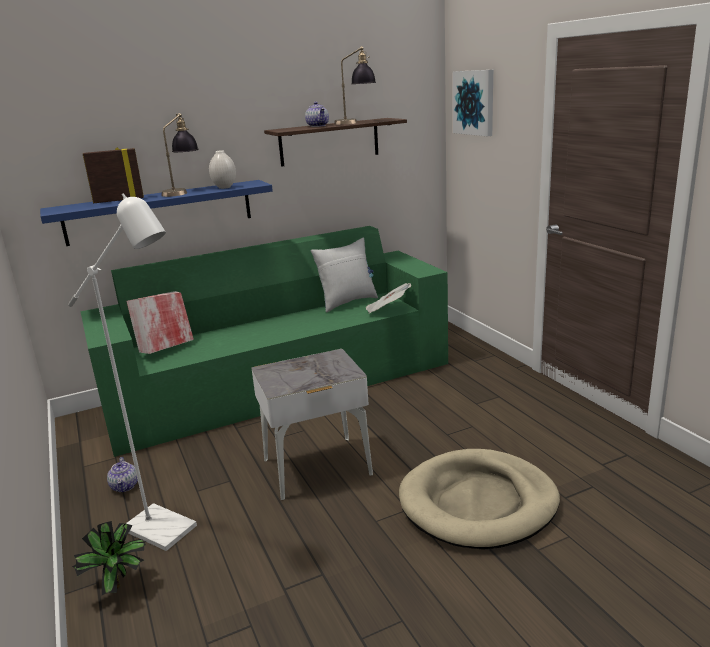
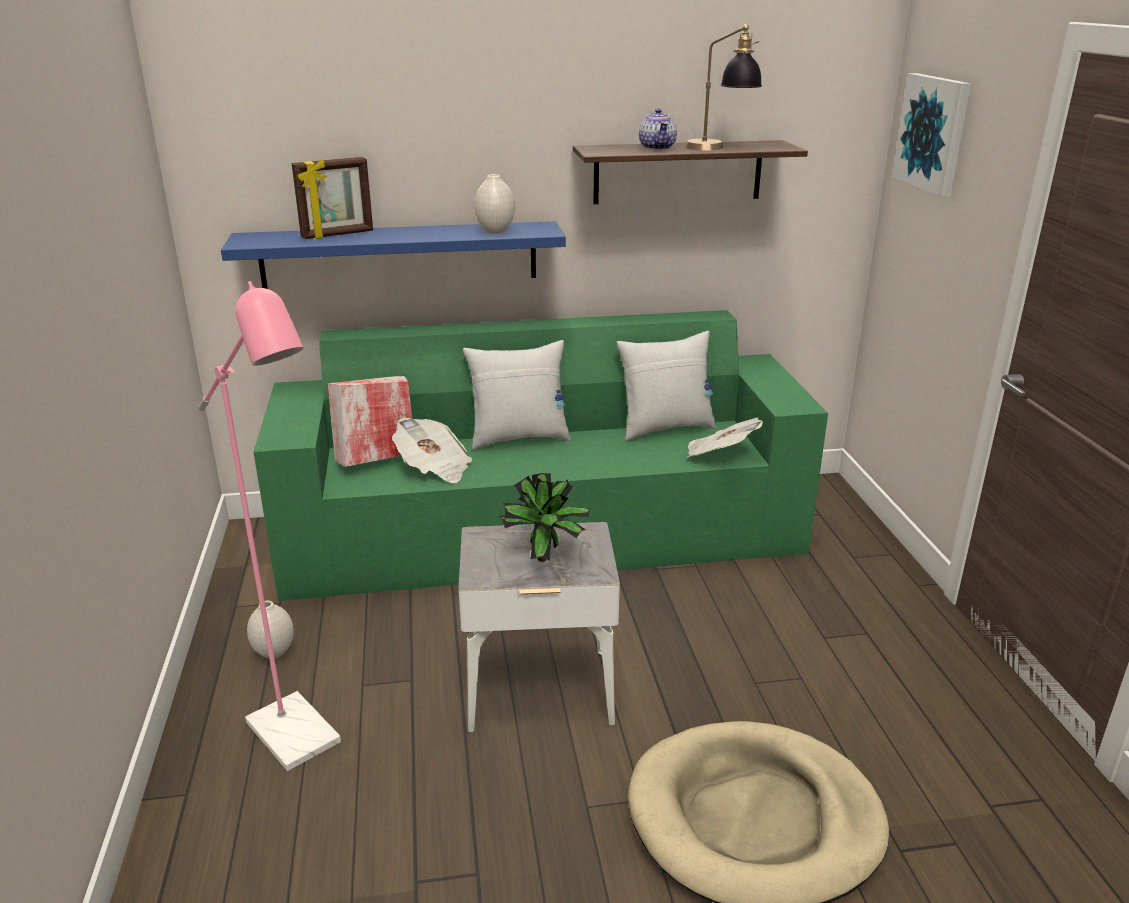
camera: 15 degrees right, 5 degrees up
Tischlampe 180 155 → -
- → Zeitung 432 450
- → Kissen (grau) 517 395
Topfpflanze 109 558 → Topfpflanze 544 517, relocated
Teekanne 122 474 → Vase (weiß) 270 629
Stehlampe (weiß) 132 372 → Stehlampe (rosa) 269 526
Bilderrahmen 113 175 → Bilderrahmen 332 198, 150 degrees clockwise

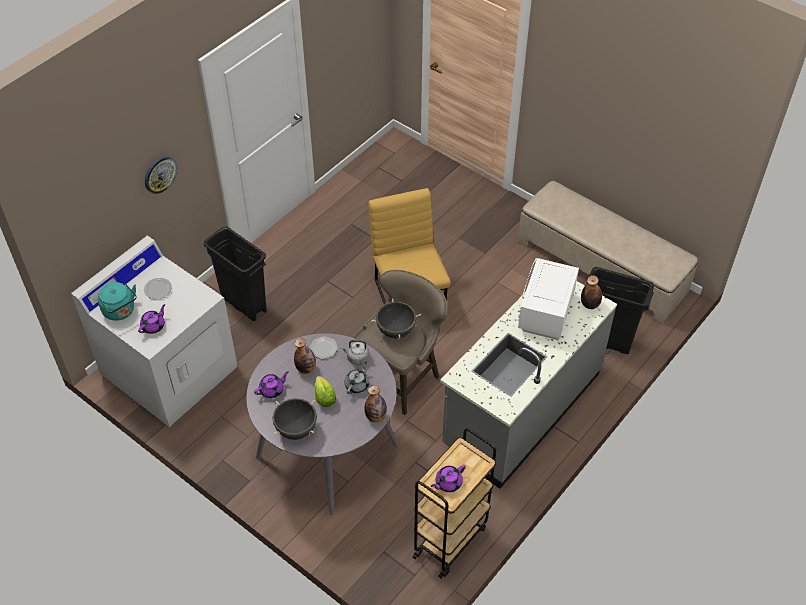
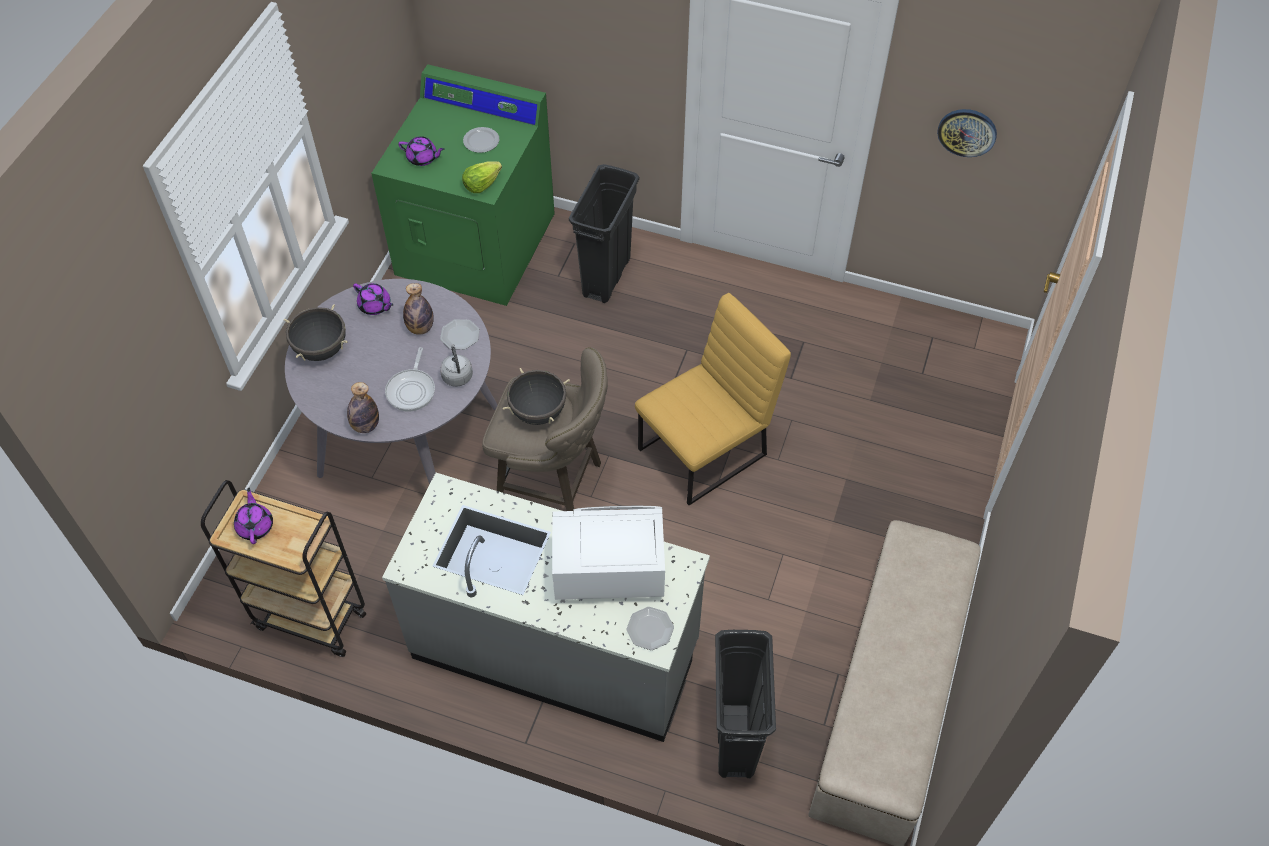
camera: 70 degrees right, 5 degrees up
Wasserkessel (türkis) 117 301 → -
Wanduhr 161 175 → Wanduhr 967 133, relocated
Salatkopf 325 391 → Salatkopf 482 177, relocated
Teekanne (grau) 356 377 → Pfanne 410 379
Flasche 591 292 → Teller 650 628
Waschmaschine (weiß) 154 331 → Waschmaschine (grün) 463 185
Teekanne (lila) 448 478 → Teekanne (lila) 253 516, 45 degrees clockwise

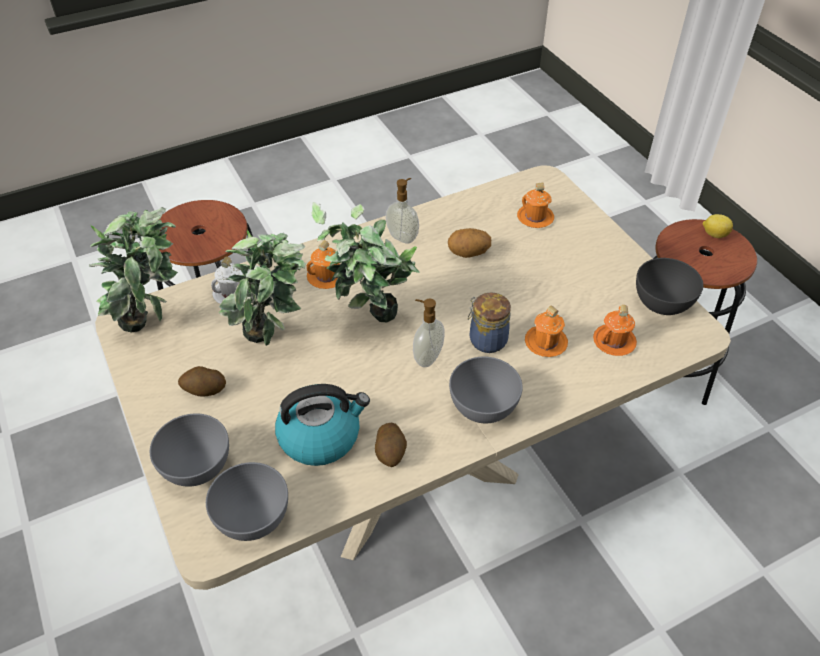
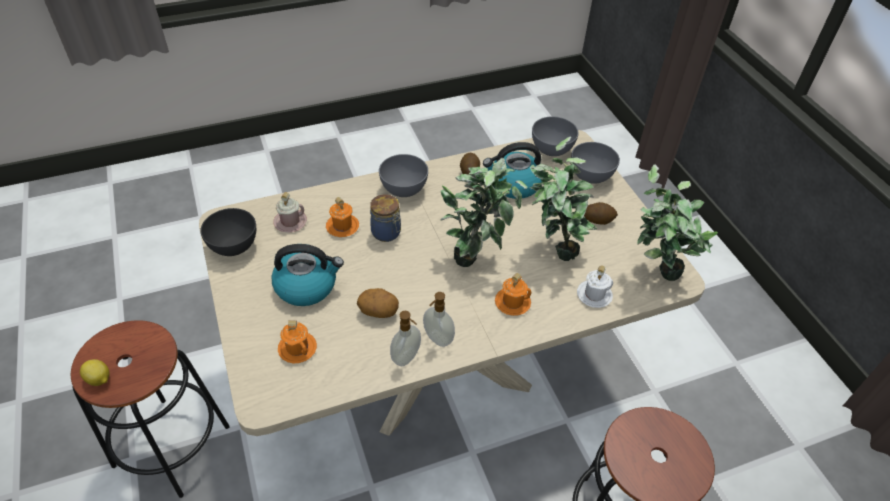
camera: 175 degrees left, 0 degrees up
- → Wasserkessel 308 275
Seifenspender 429 333 → Seifenspender 405 338, relocated
Henkelbecher (orange) 615 330 → Henkelbecher (rosa) 290 212

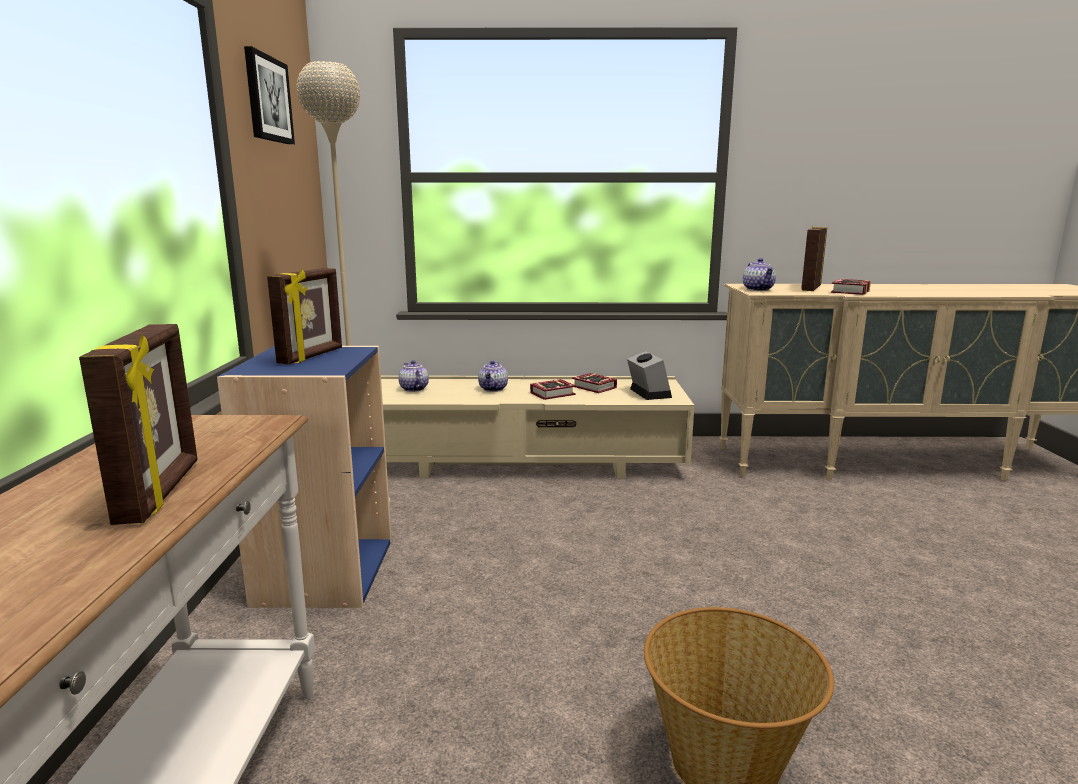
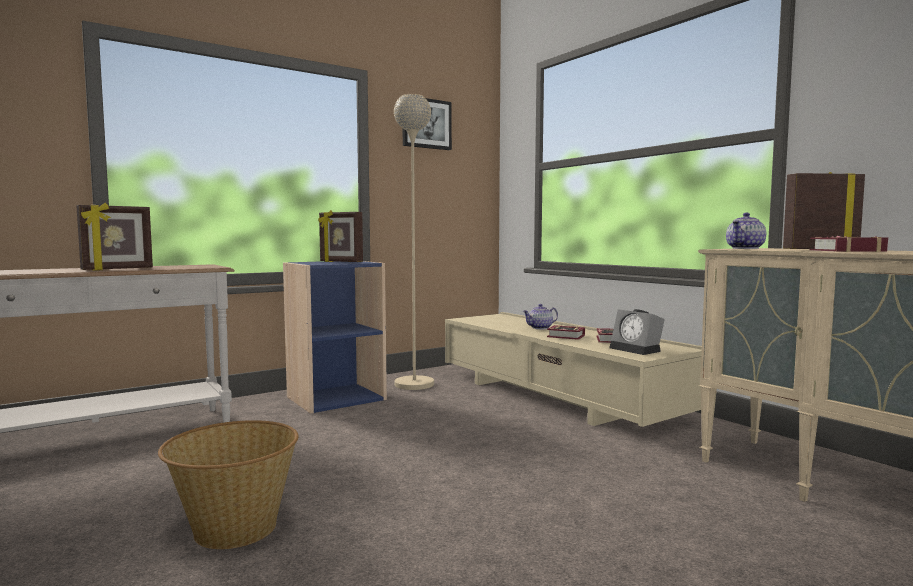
camera: 55 degrees right, 10 degrees down
Teekanne 413 376 → -
Bilderrahmen 304 316 → Bilderrahmen 340 236, 45 degrees clockwise
Wecker 649 375 → Wecker 637 332, 105 degrees clockwise

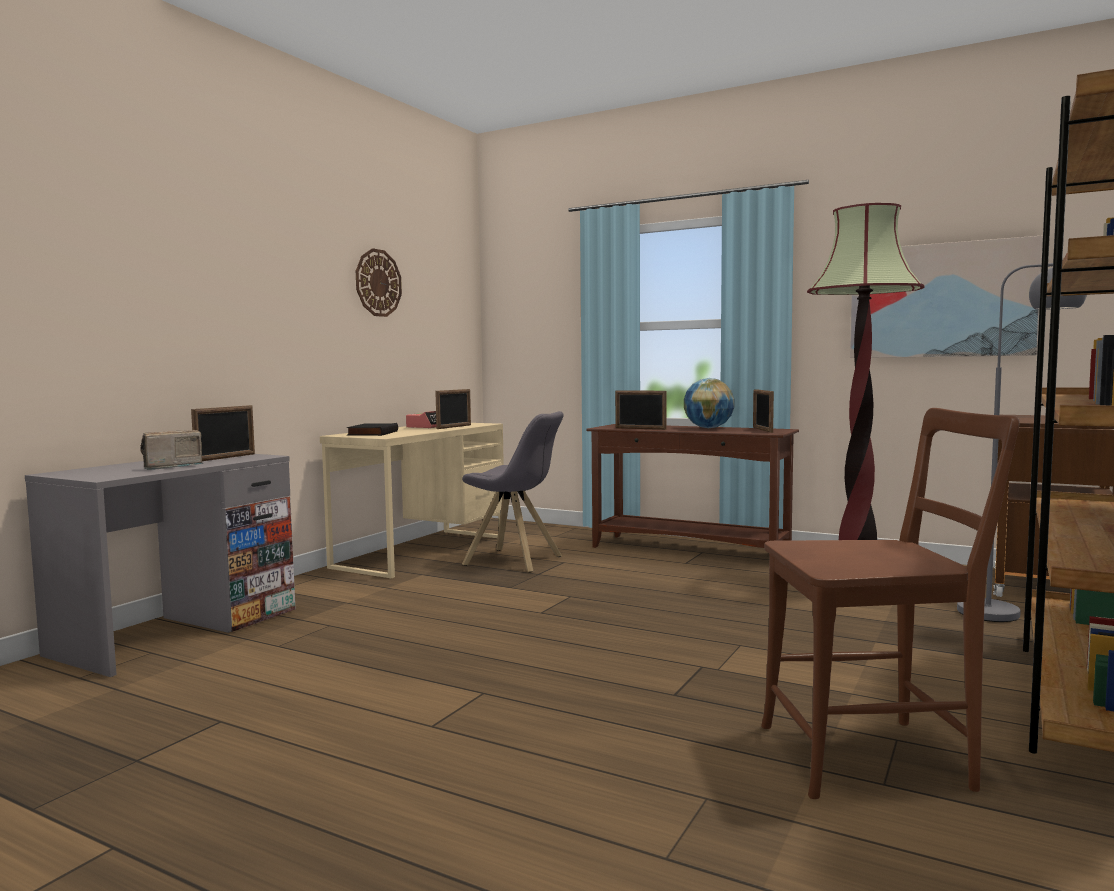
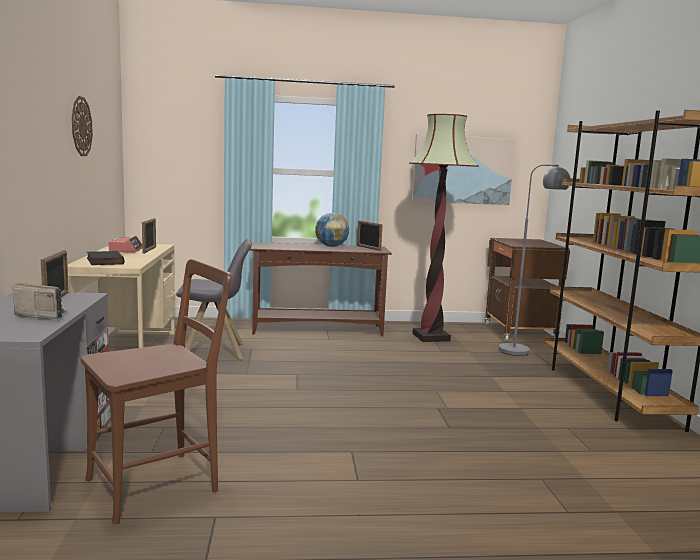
camera: 35 degrees left, 5 degrees up
Bilderrahmen 641 410 → -
Stuhl (braun) 890 603 → Stuhl (braun) 156 391, relocated
Radio 172 450 → Radio 40 301, 90 degrees clockwise

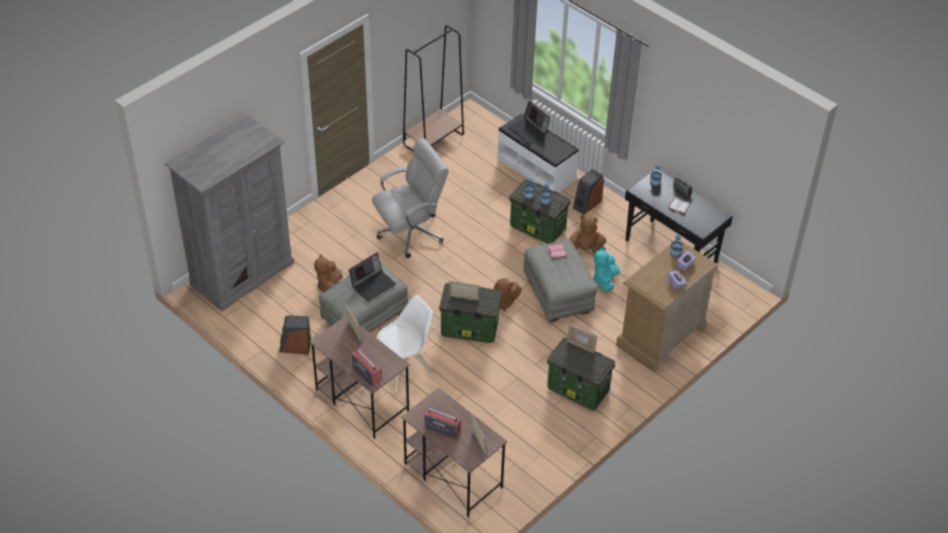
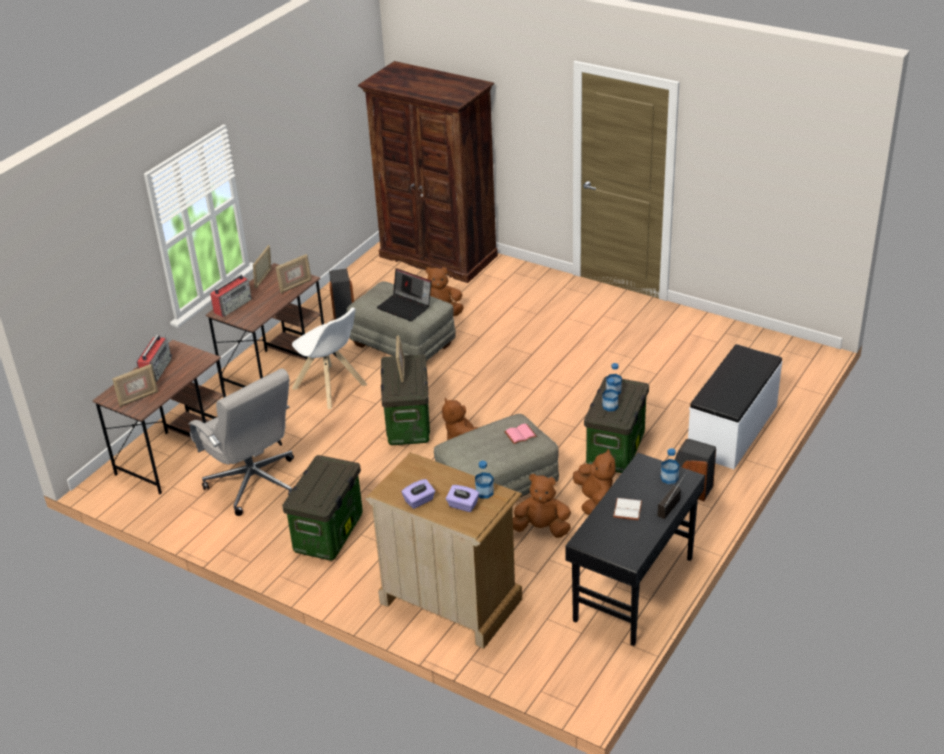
camera: 80 degrees right, 10 degrees down
Kleiderständer 433 88 → -
Laptop 529 122 → -
Bürostuhl (grau) 410 198 → Bürostuhl (grau) 241 442, relocated
Bilderrahmen 582 339 → Bilderrahmen 262 266, relocated
Kleiderschrank (grau) 229 212 → Kleiderschrank (braun) 428 172
Plüschtier (türkis) 606 269 → Plüschtier (braun) 542 506

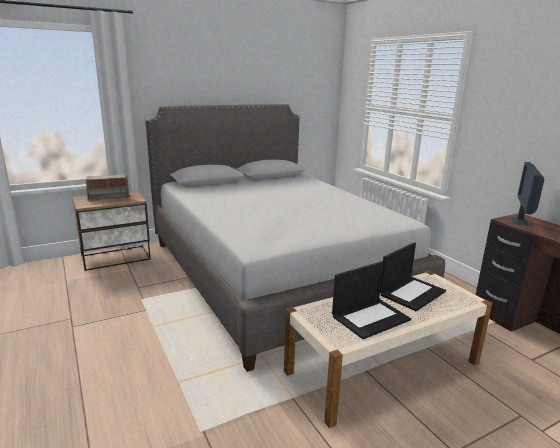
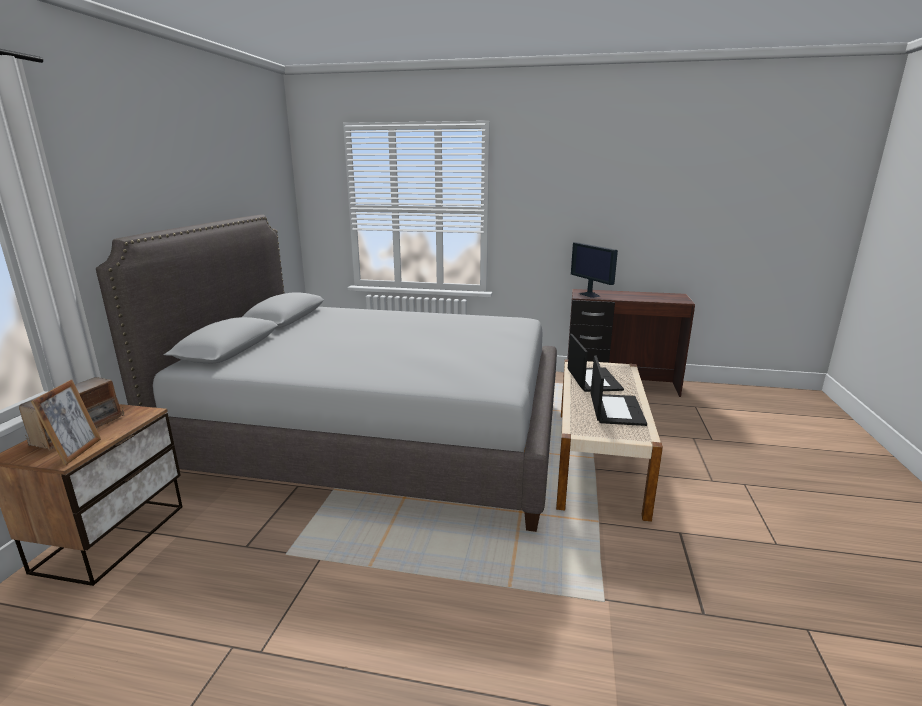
camera: 50 degrees left, 0 degrees up
- → Bilderrahmen 66 423

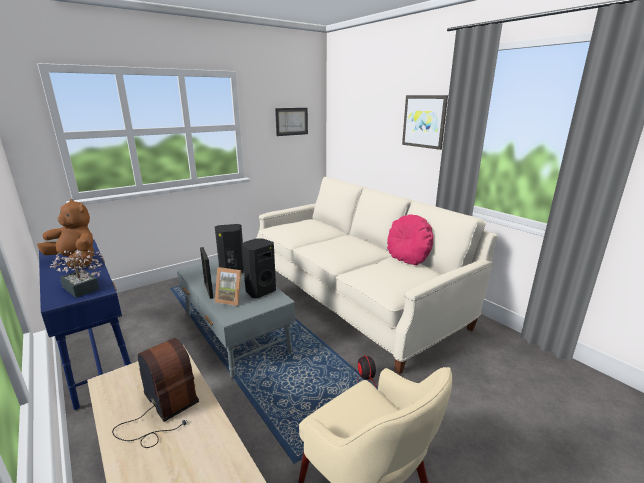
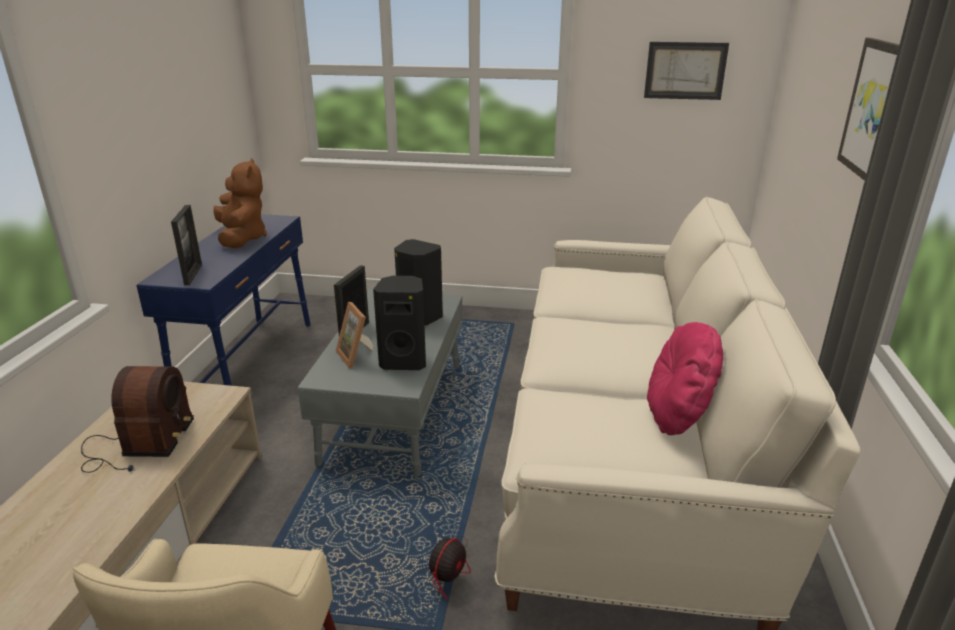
camera: 45 degrees right, 5 degrees up
Topfpflanze 76 274 → Bilderrahmen 186 245

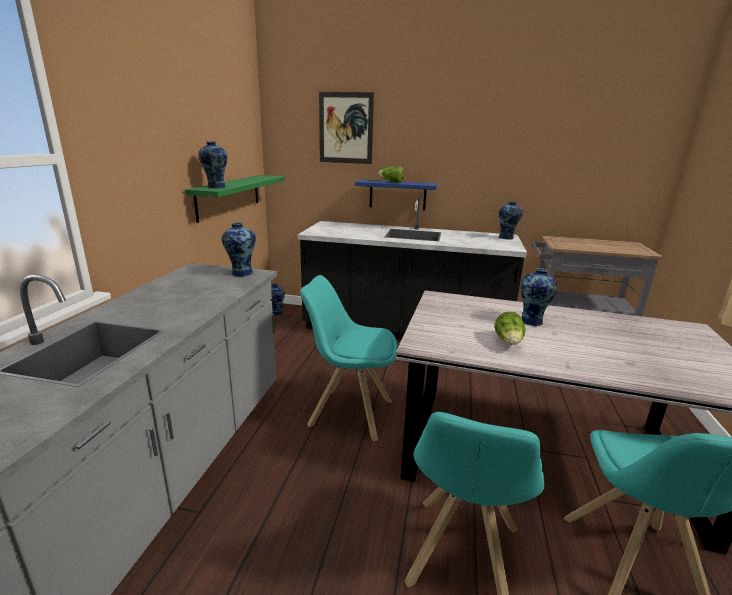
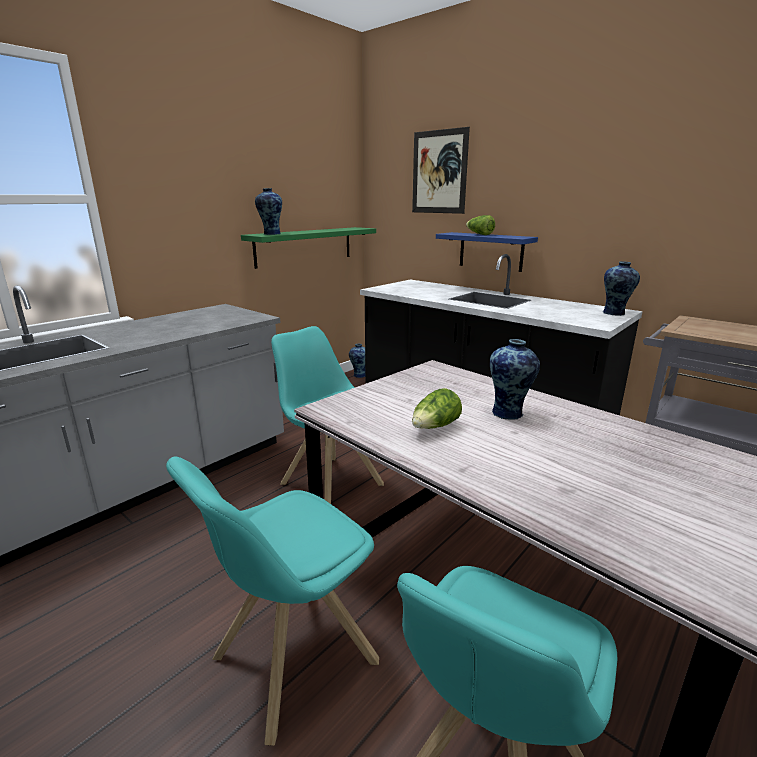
camera: 30 degrees right, 0 degrees up
Vase 239 249 → -

